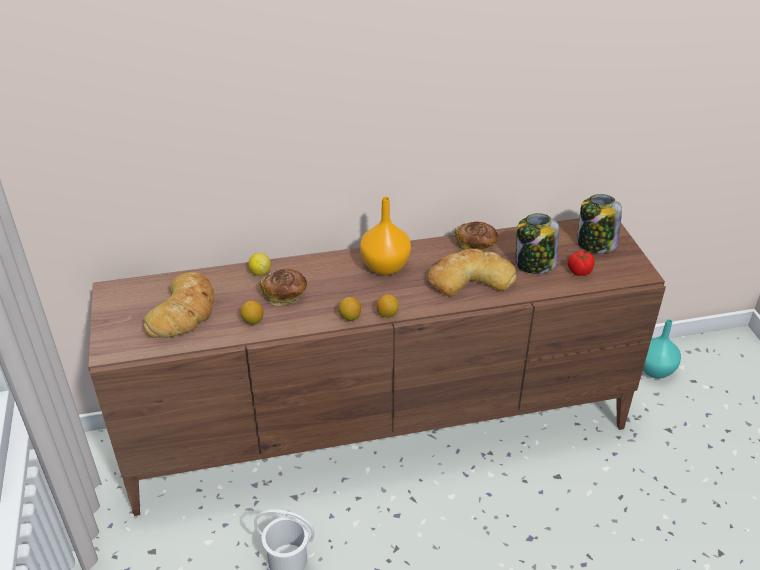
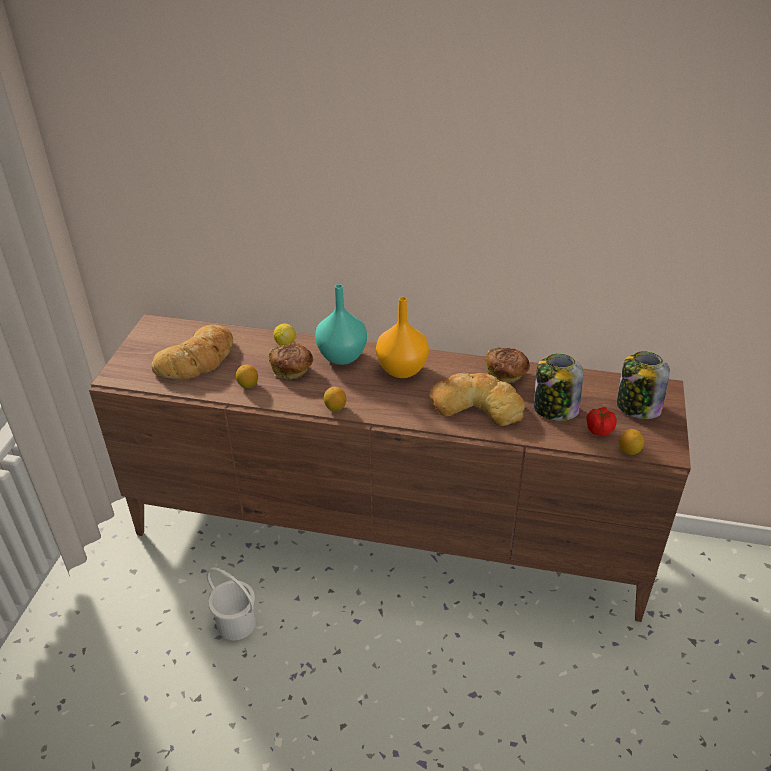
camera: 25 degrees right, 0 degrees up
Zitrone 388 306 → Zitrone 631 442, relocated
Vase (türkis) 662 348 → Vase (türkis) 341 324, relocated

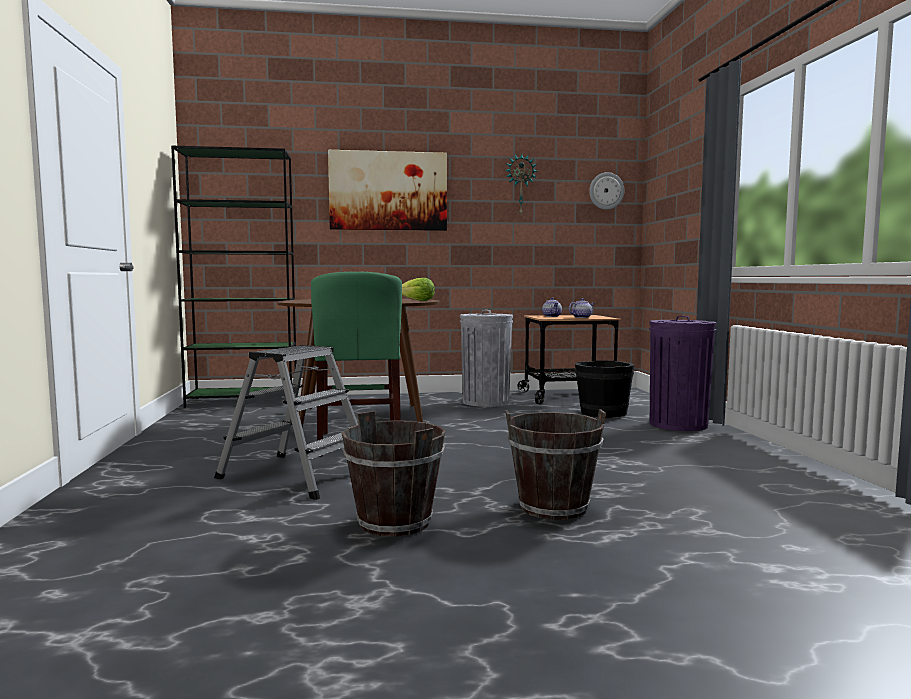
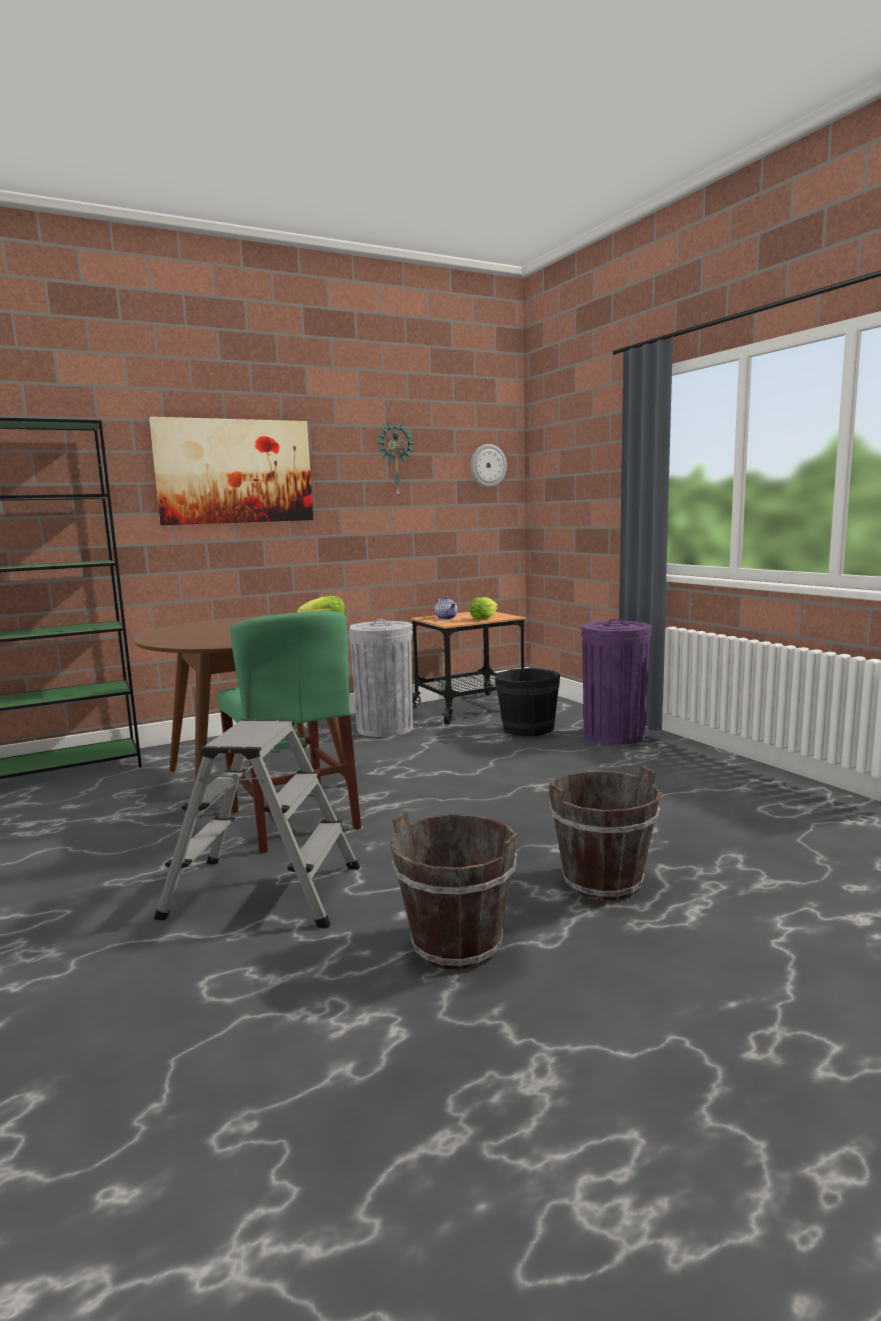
camera: 20 degrees left, 5 degrees up
Teekanne 582 308 → Salatkopf 483 608

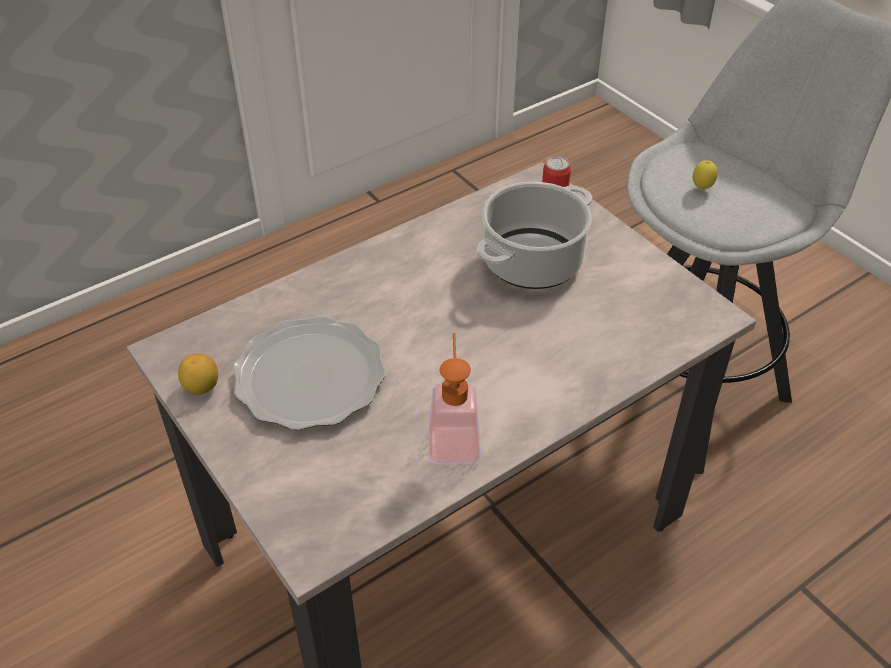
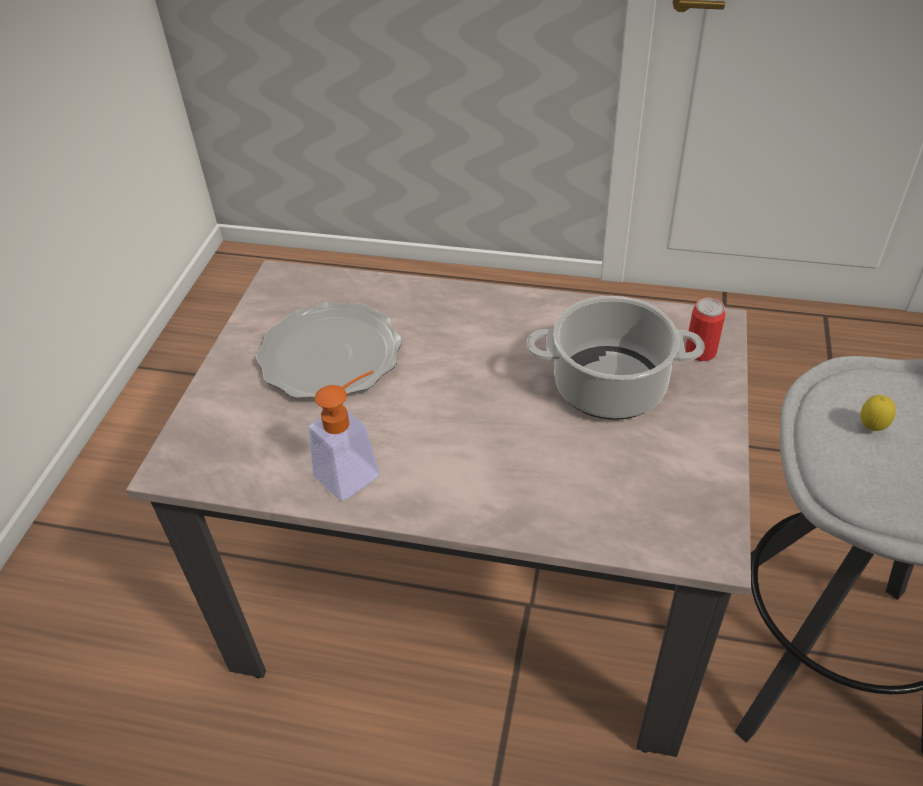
camera: 50 degrees right, 0 degrees up
Zitrone 198 374 → -

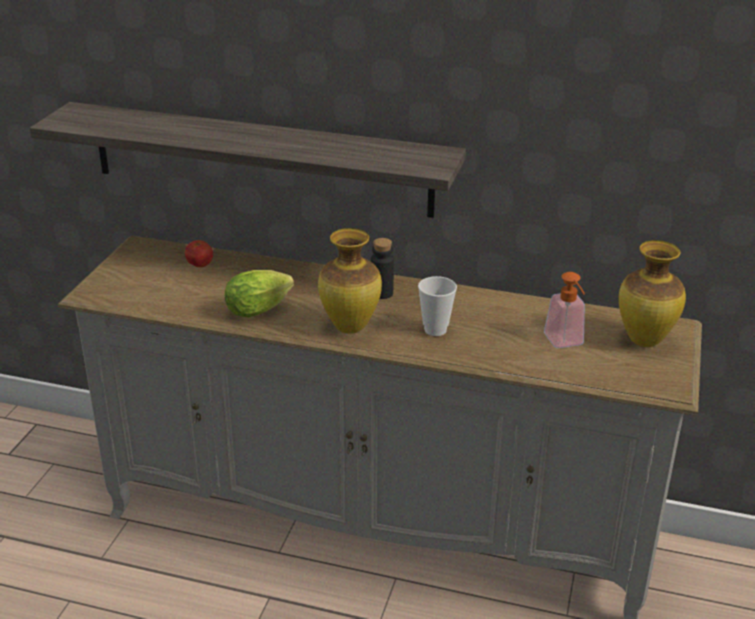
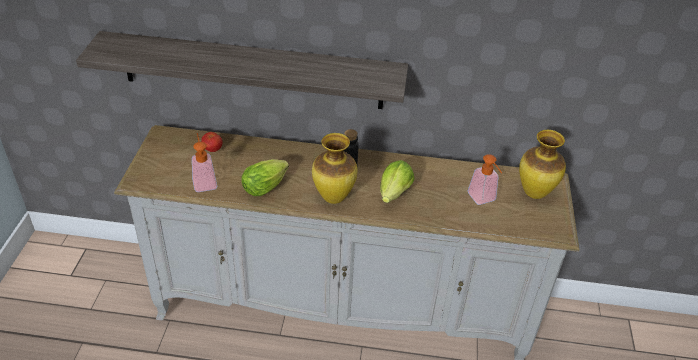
camera: 10 degrees left, 10 degrees up
- → Seifenspender 204 162
Tasse 437 306 → Salatkopf 397 181

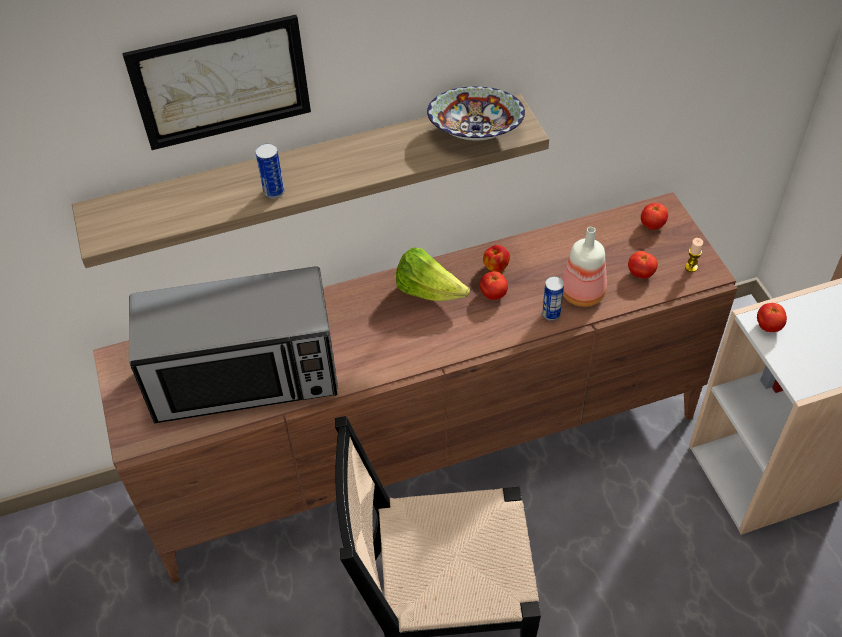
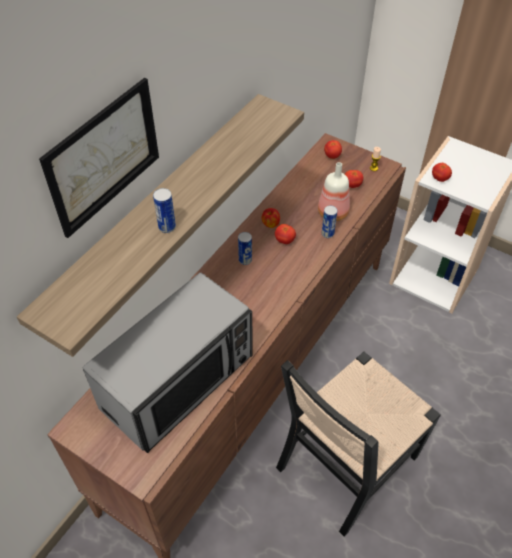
camera: 40 degrees left, 0 degrees up
Schüssel 476 113 → -
Salatkopf 433 274 → Dose 245 248

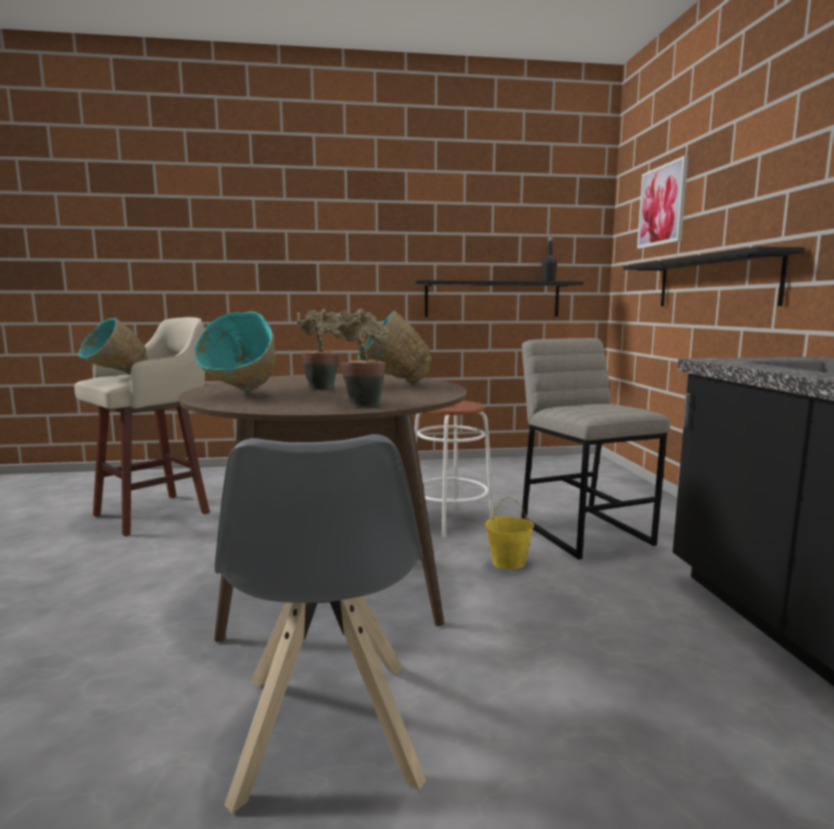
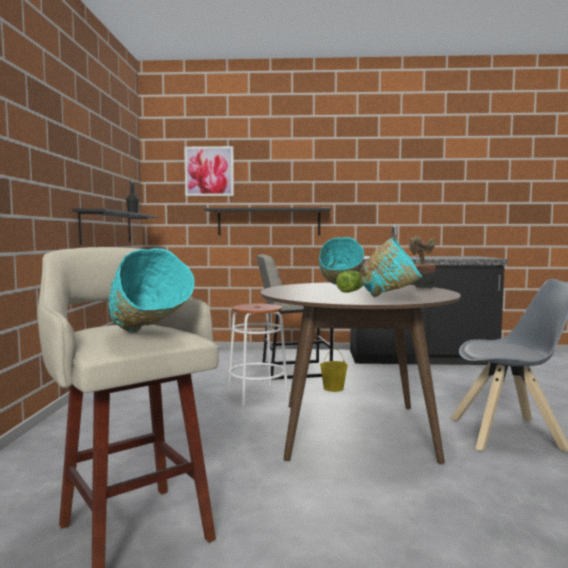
camera: 80 degrees left, 5 degrees down
Topfpflanze 320 349 → Salatkopf 349 282

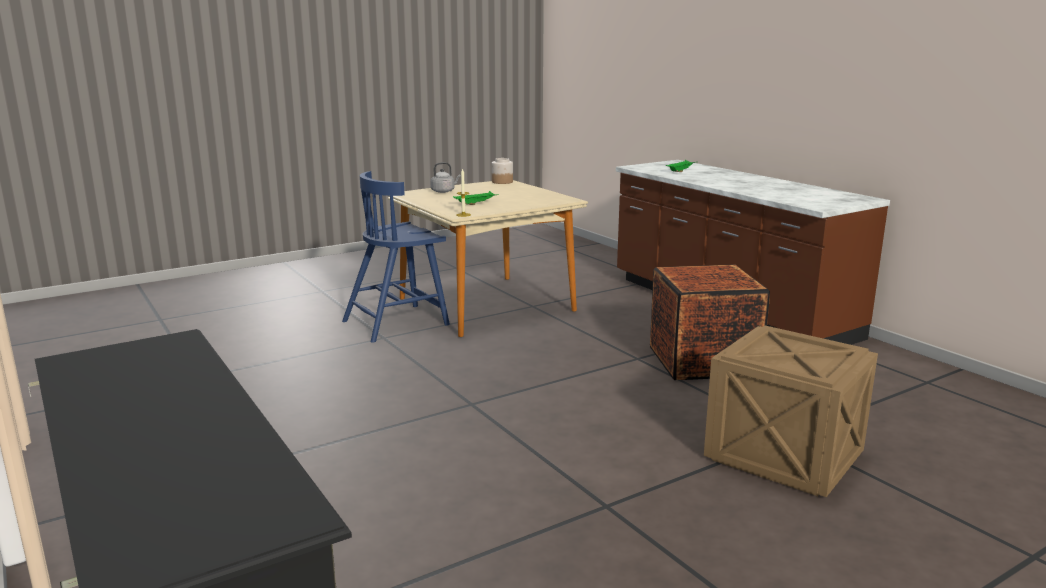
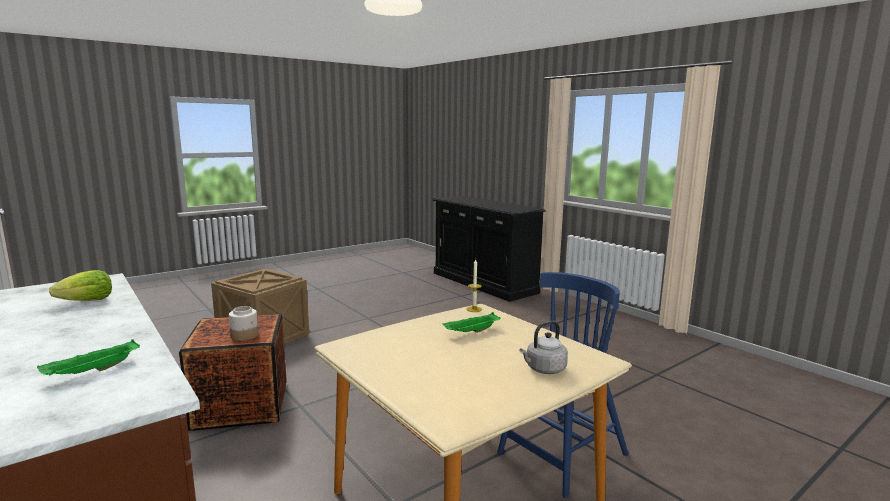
camera: 175 degrees right, 5 degrees down
- → Salatkopf 80 285
Vorratsglas 502 171 → Vorratsglas 243 323, relocated

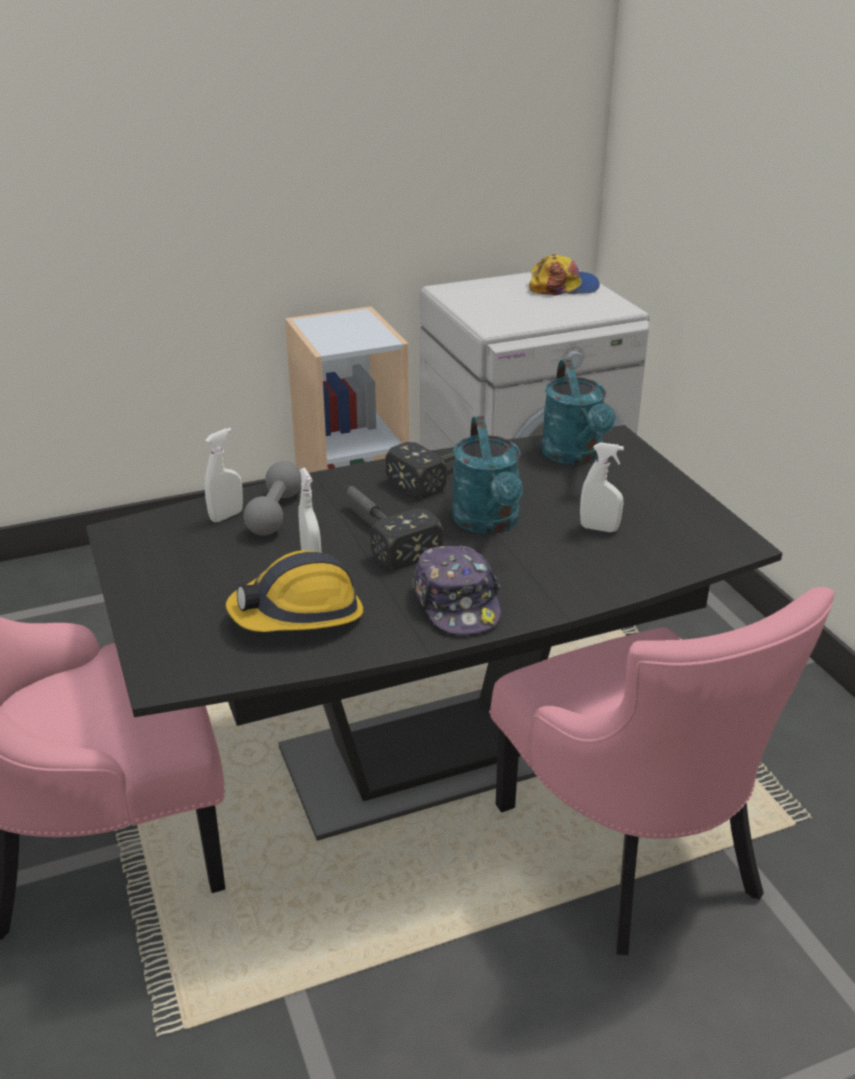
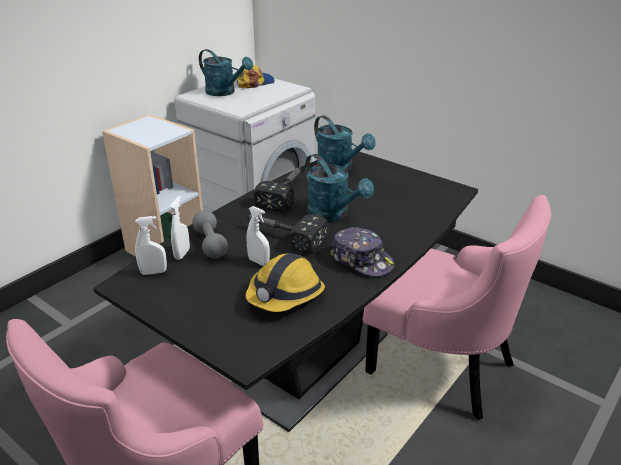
camera: 30 degrees left, 0 degrees up
- → Gießkanne (türkis) 226 72
Sprühflasche (weiß) 602 487 → Sprühflasche (weiß) 151 245, relocated

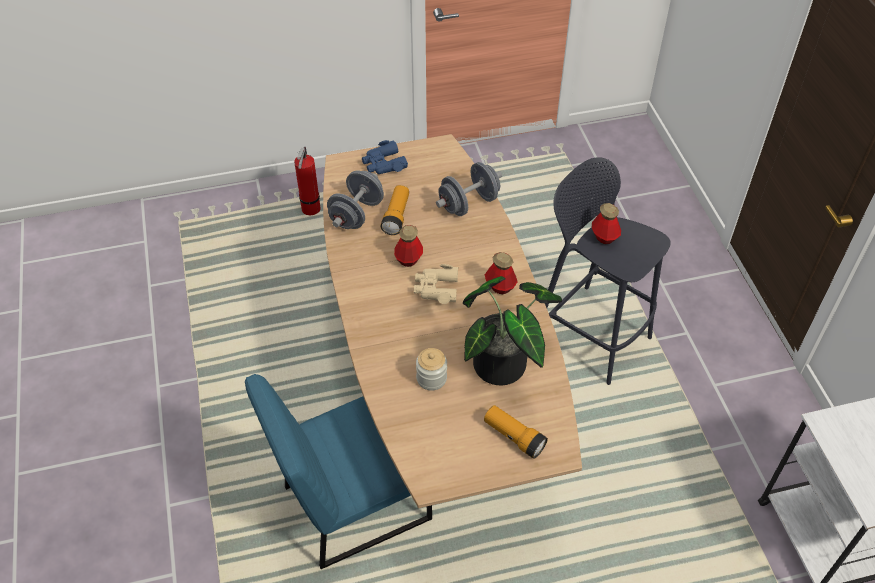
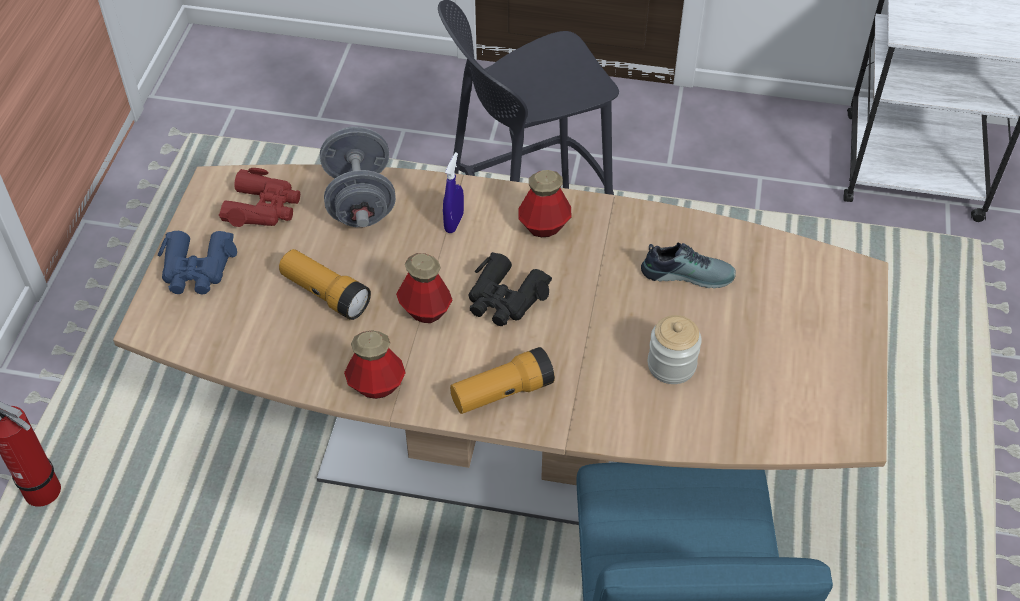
camera: 65 degrees left, 0 degrees up
Hantel (grau) 355 200 → -
- → Fernglas (rot) 259 197
- → Sprühflasche (blau) 453 192
Taschenlampe 516 432 → Taschenlampe 502 380, relocated
Flasche 606 223 → Flasche 375 364, relocated
Topfpflanze 512 330 → Schuh 688 266
Fernglas (beige) 436 284 → Fernglas (schwarz) 510 289

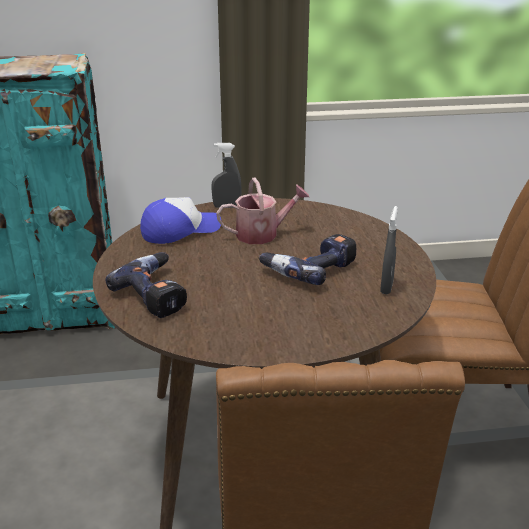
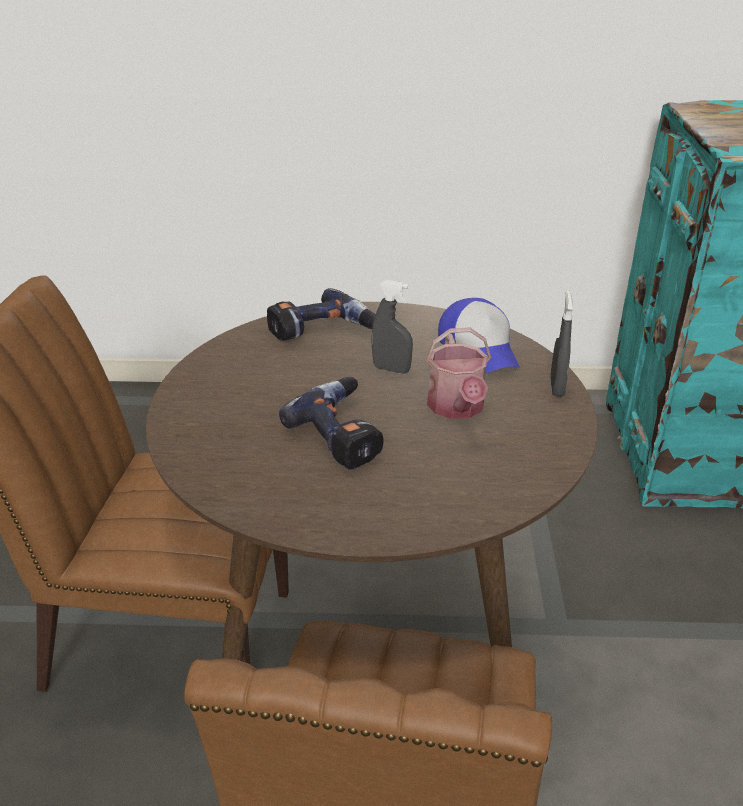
camera: 100 degrees right, 5 degrees up
Sprühflasche (grau) 389 250 → Sprühflasche (grau) 392 326, relocated

